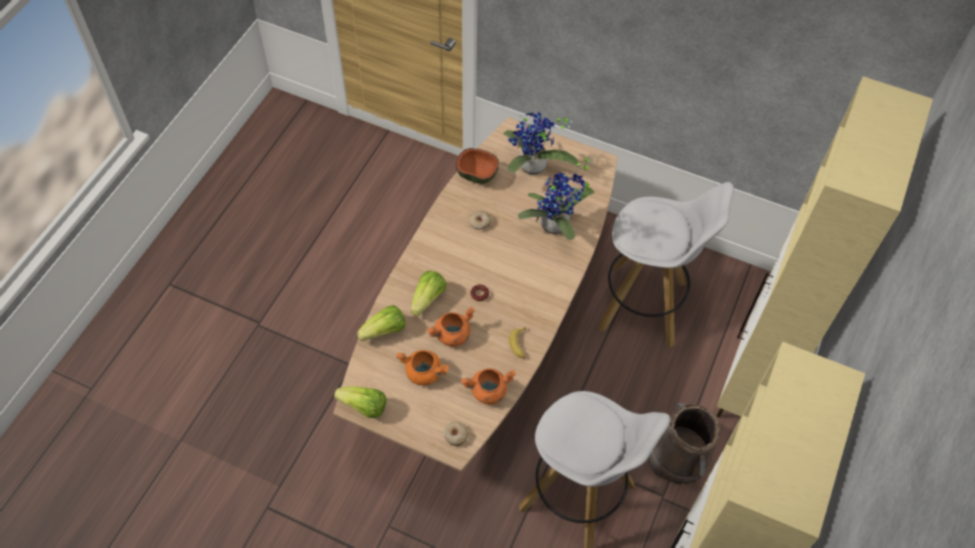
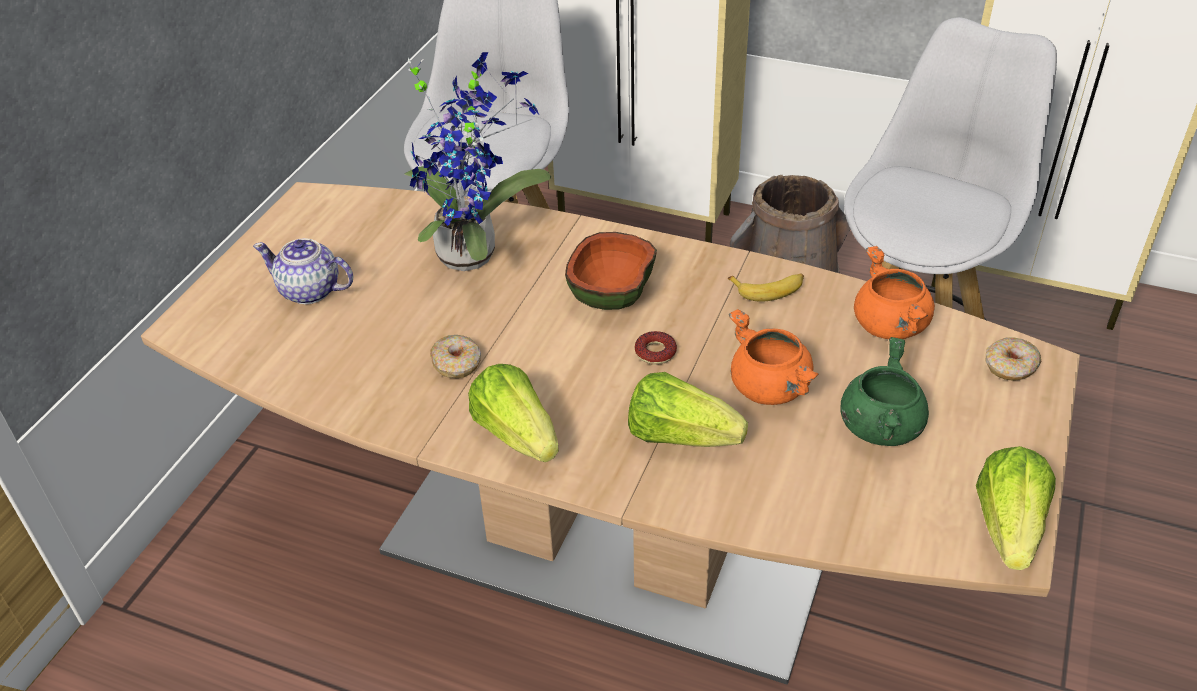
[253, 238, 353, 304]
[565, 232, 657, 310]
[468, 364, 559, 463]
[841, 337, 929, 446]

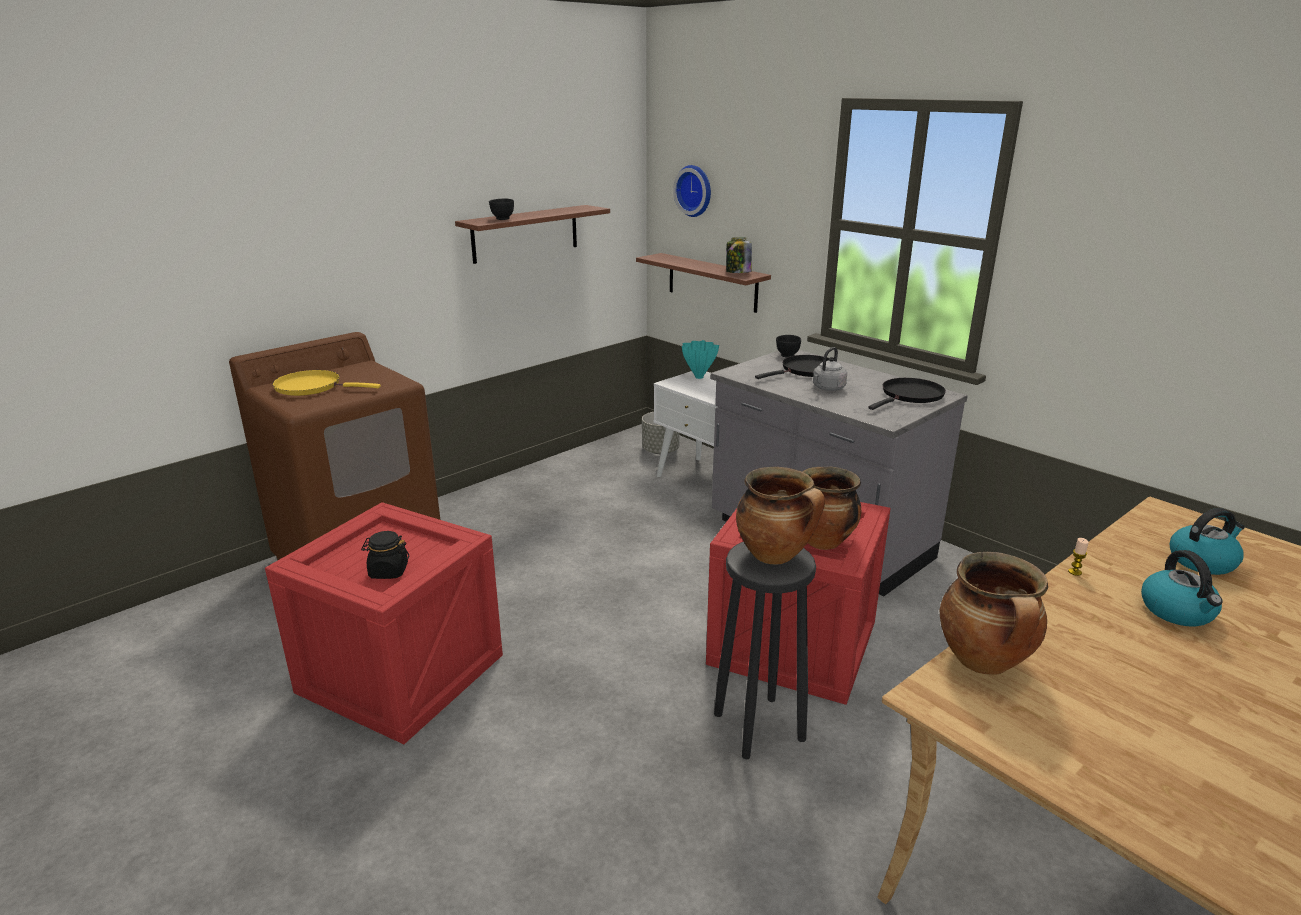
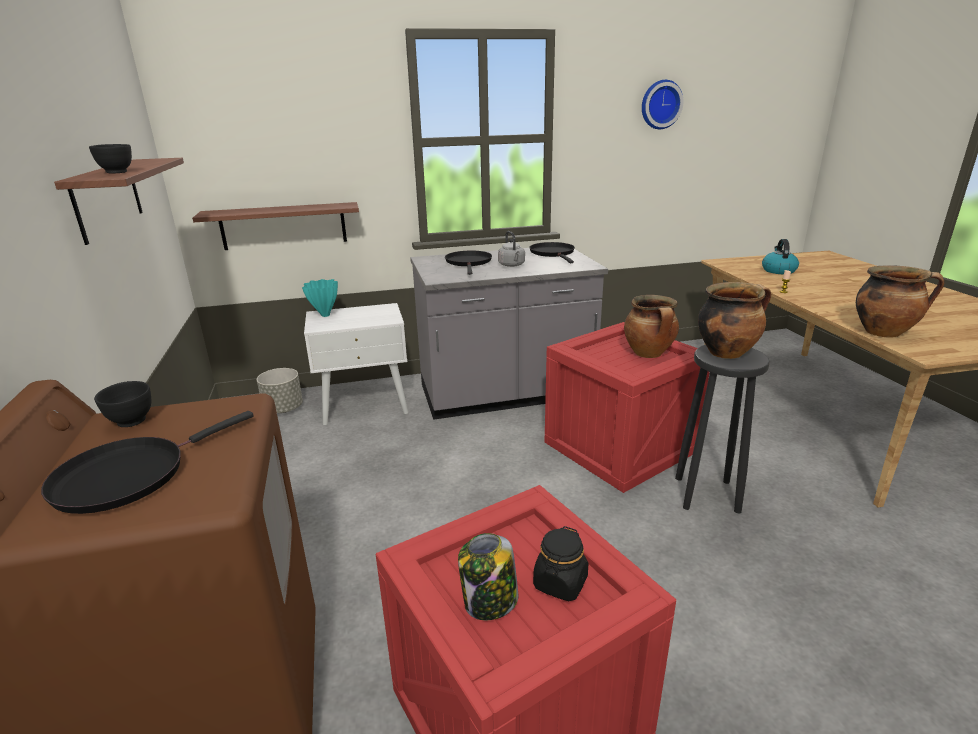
[642, 80, 684, 129]
[458, 533, 518, 620]
[94, 381, 152, 427]
[41, 411, 254, 514]
[1141, 550, 1223, 627] (first image)

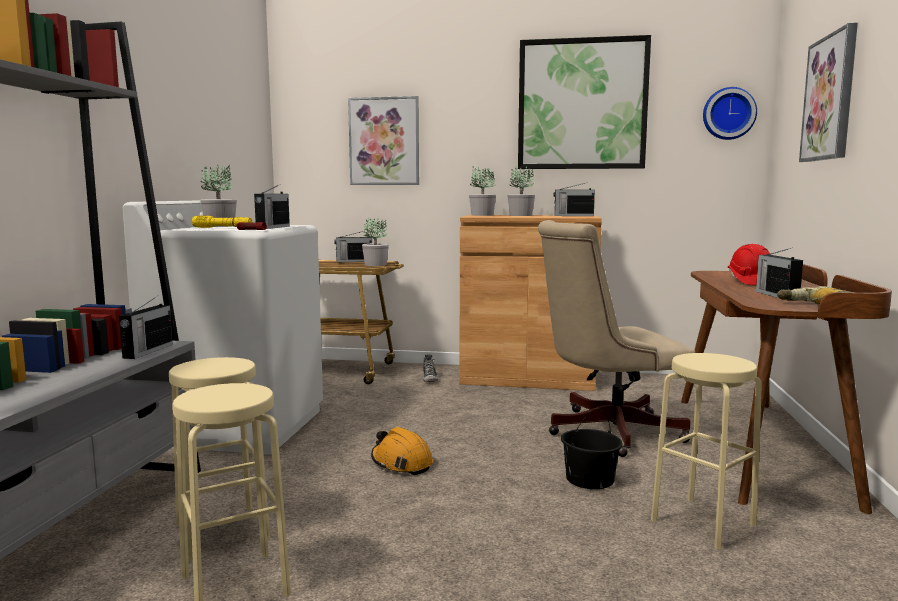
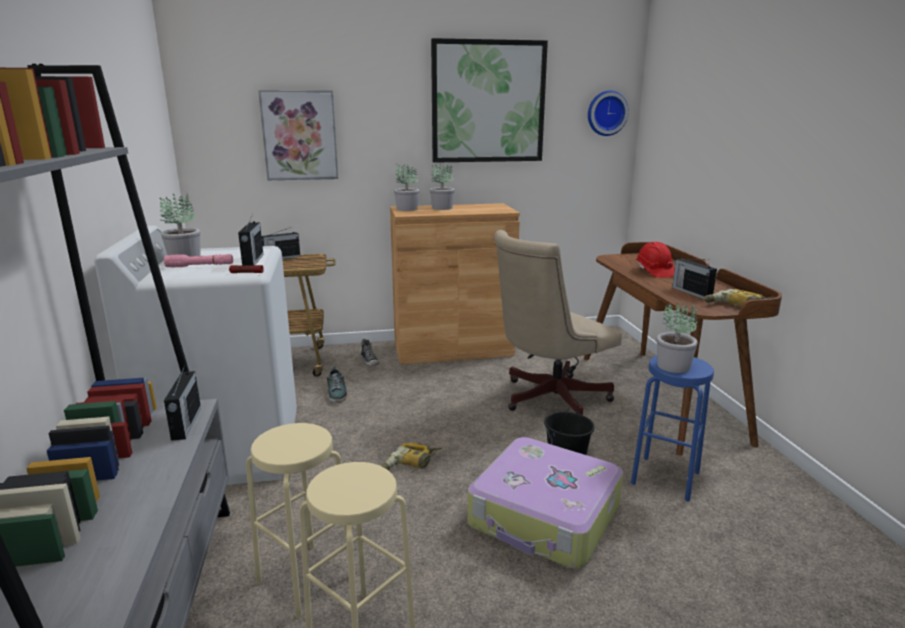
[799, 23, 858, 162] (first image)
[554, 183, 595, 216] (first image)
[164, 254, 233, 268]
[657, 302, 698, 373]
[631, 356, 714, 501]
[381, 443, 442, 473]
[327, 367, 347, 403]
[468, 437, 623, 569]

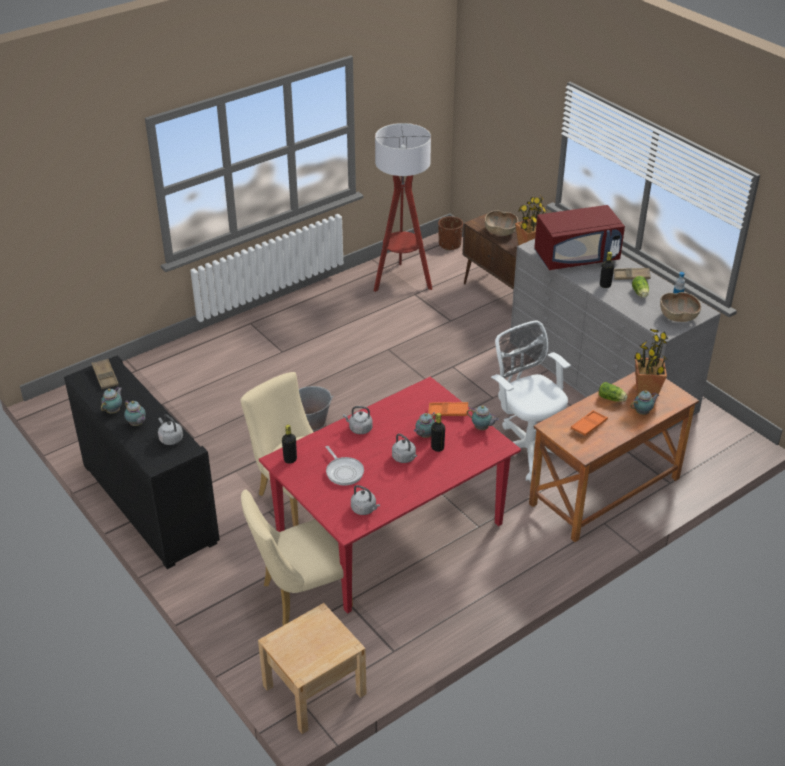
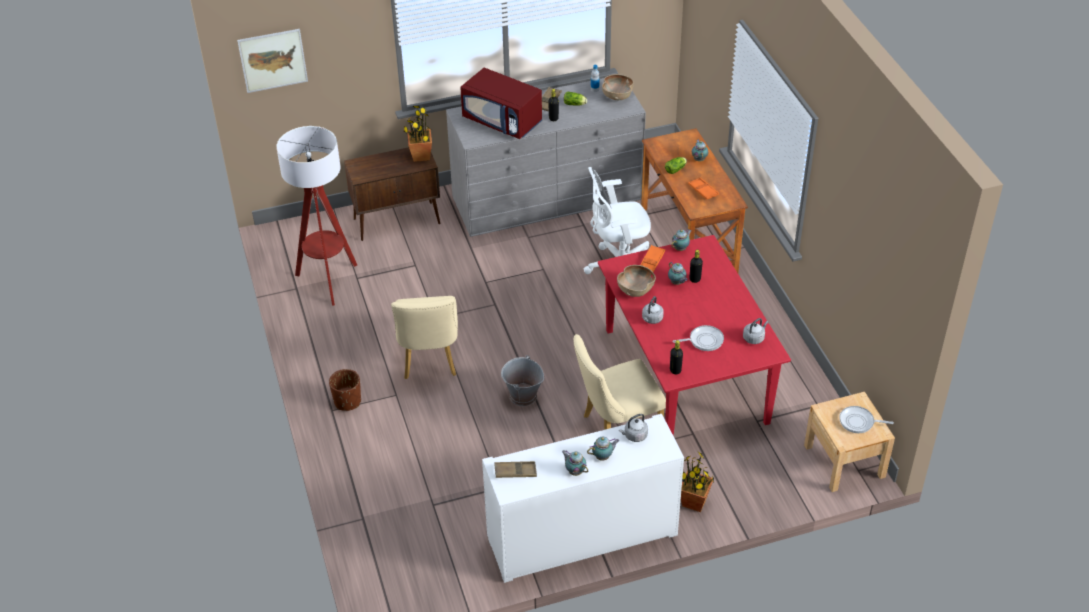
[460, 68, 543, 139]
[617, 265, 656, 297]
[329, 369, 361, 411]
[681, 452, 714, 512]
[482, 414, 684, 583]
[392, 433, 417, 463] (first image)
[391, 296, 458, 379]
[237, 29, 308, 93]
[839, 406, 894, 433]

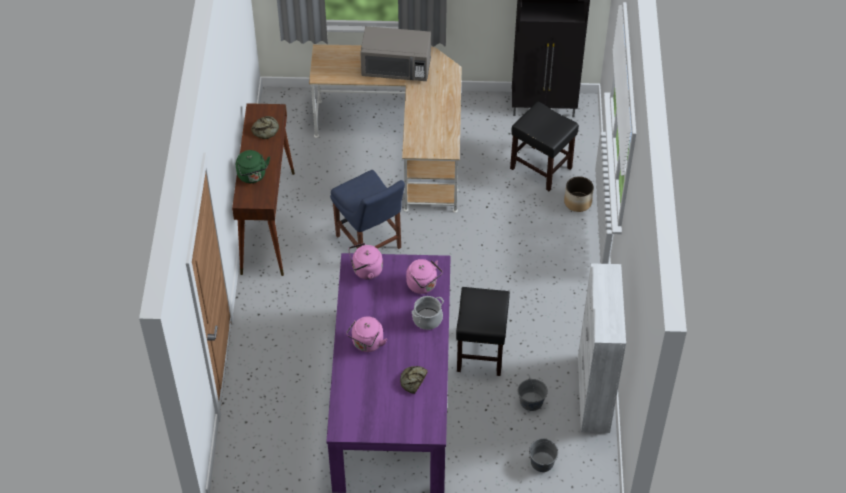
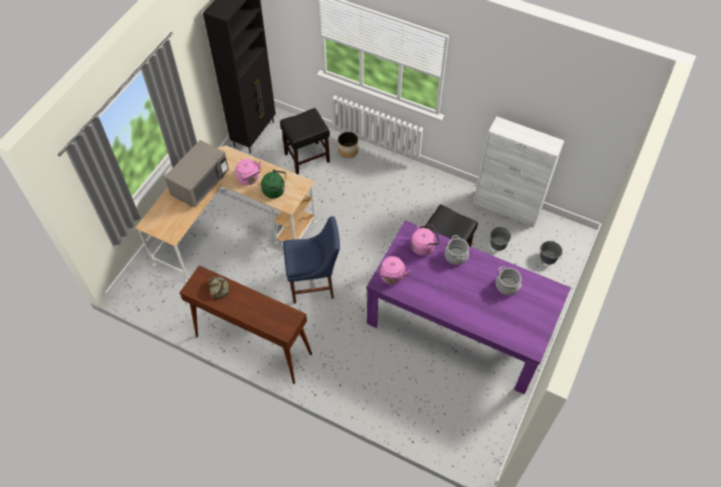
[261, 169, 286, 198]
[235, 159, 261, 185]
[496, 266, 522, 295]

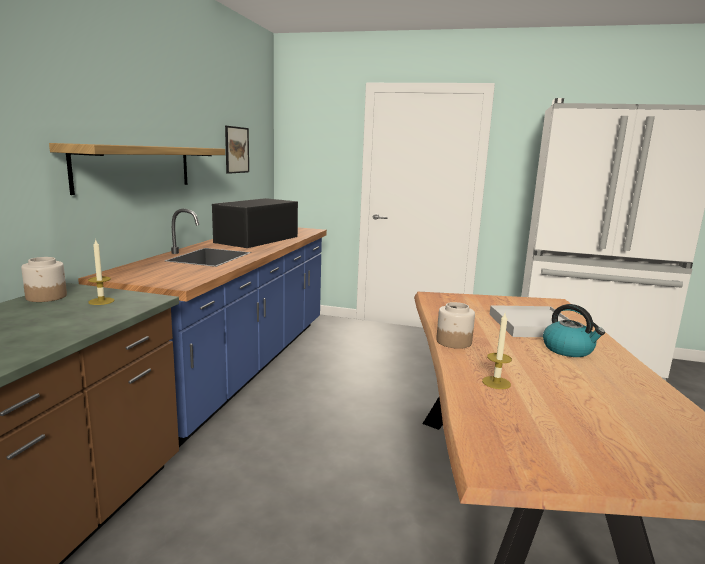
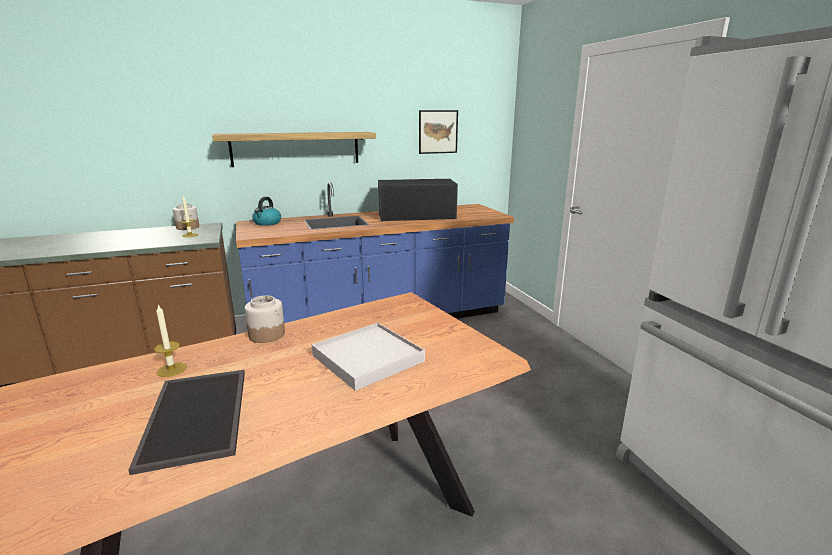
[252, 197, 281, 226]
[128, 370, 245, 475]

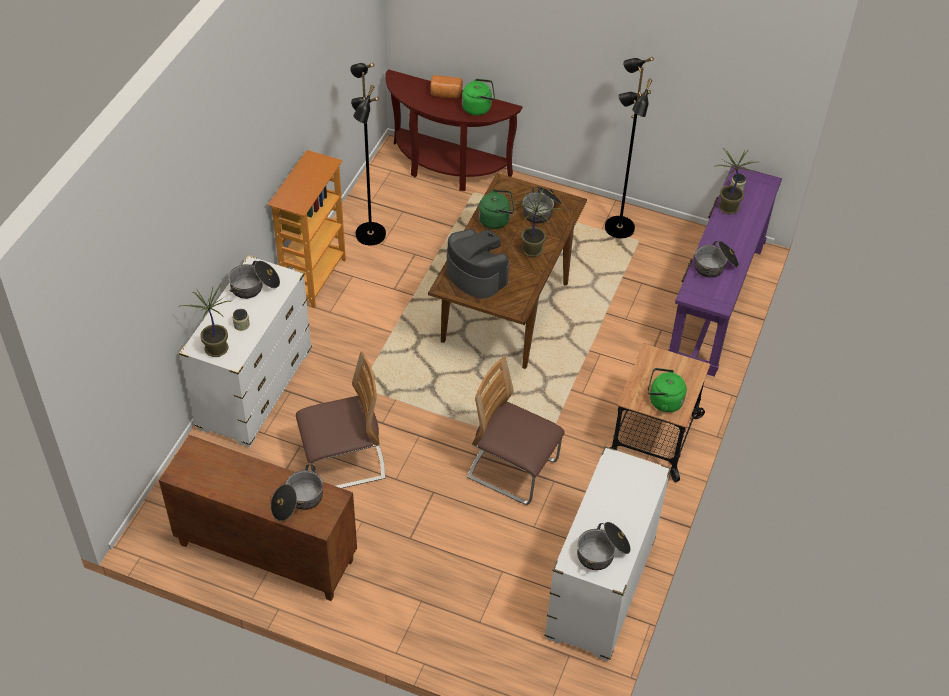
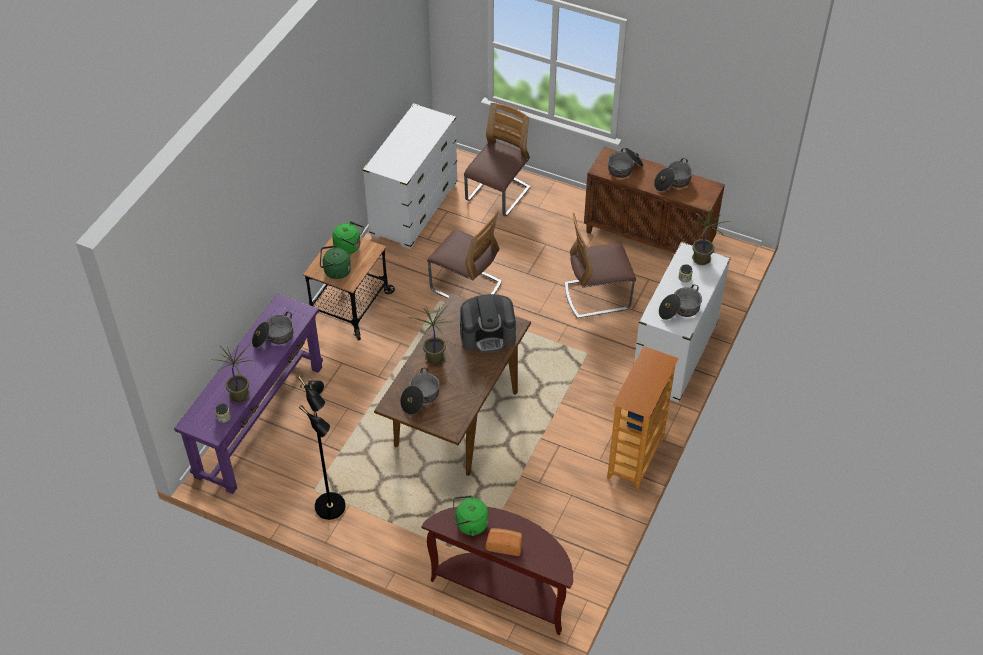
[350, 63, 386, 246] (first image)
[320, 245, 351, 279]
[460, 294, 516, 353]
[654, 158, 693, 192]
[464, 103, 531, 216]

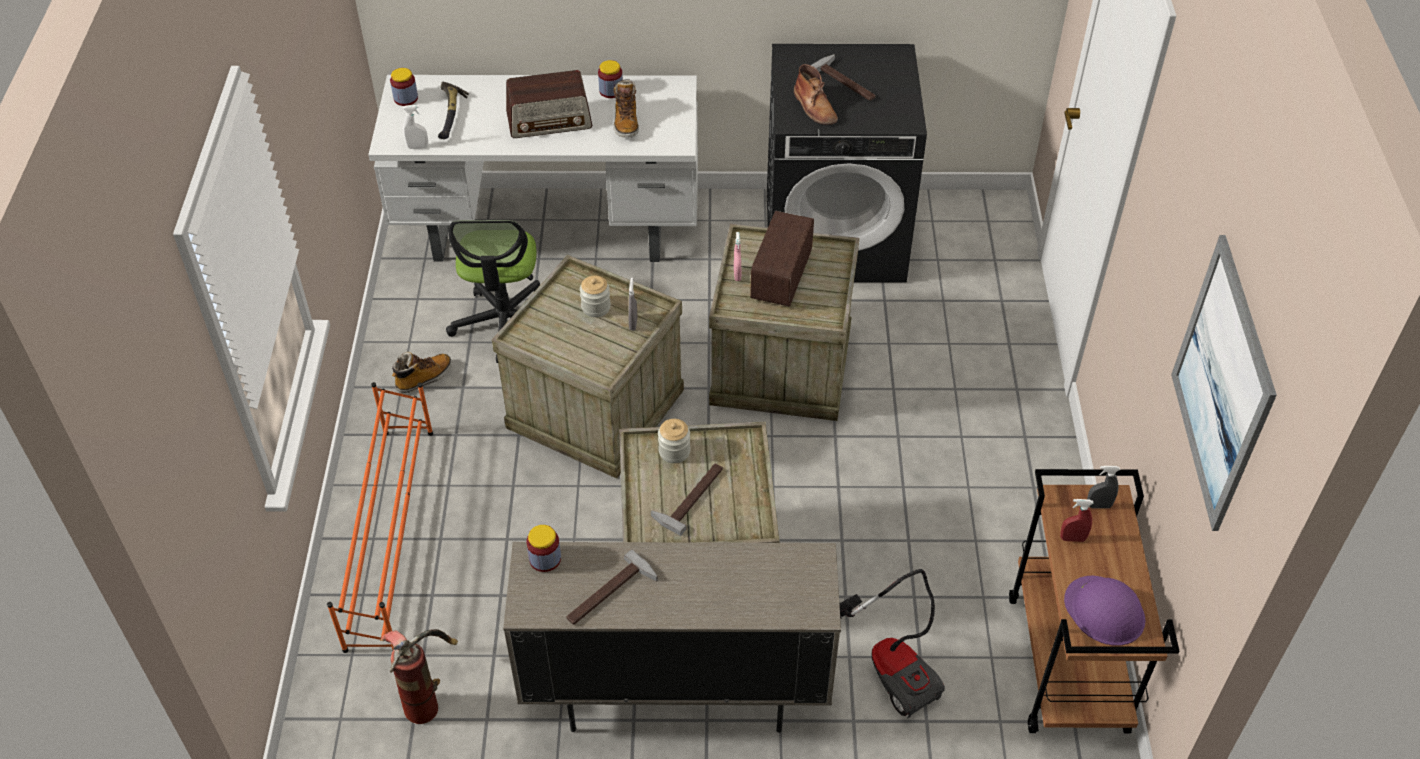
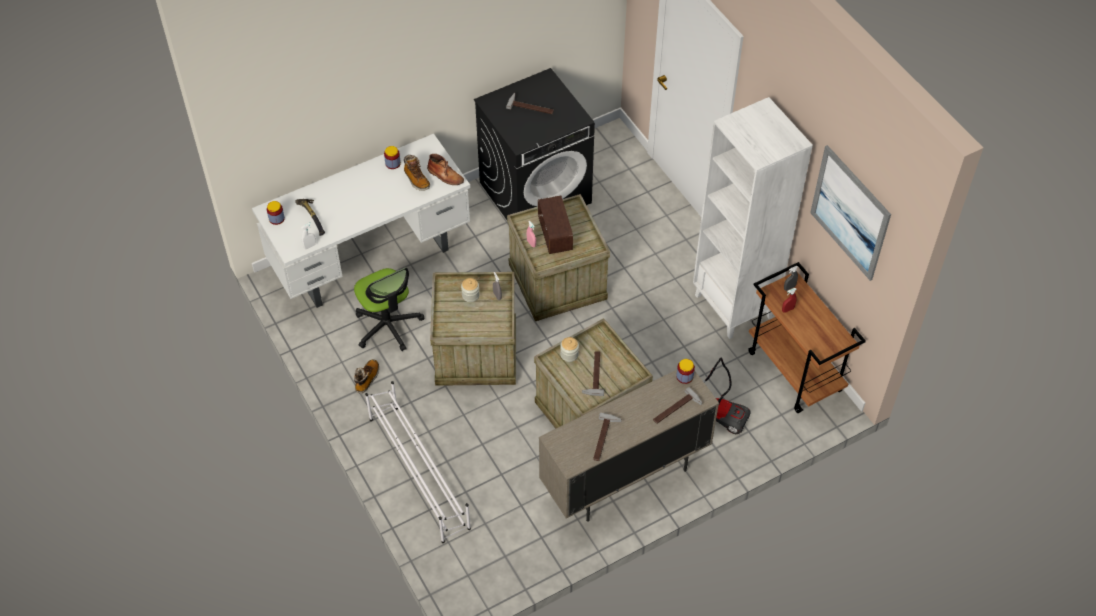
[427, 154, 464, 185]
[506, 70, 592, 138] (first image)
[365, 381, 471, 543]
[676, 359, 695, 384]
[1064, 576, 1145, 645] (first image)
[380, 629, 458, 724] (first image)
[693, 97, 813, 339]
[653, 387, 702, 424]

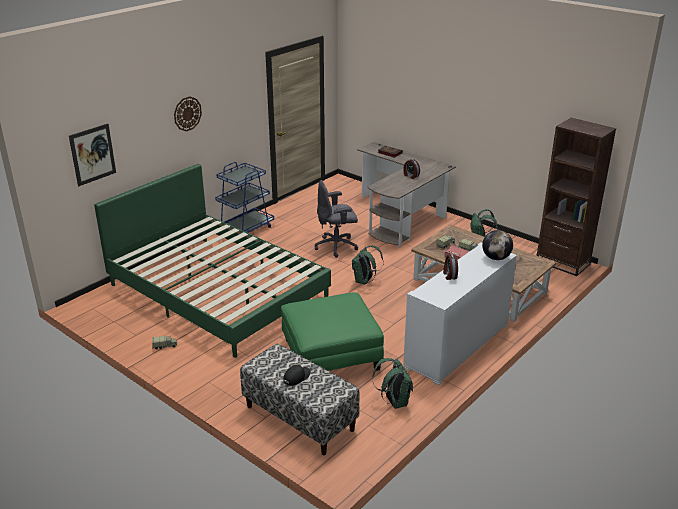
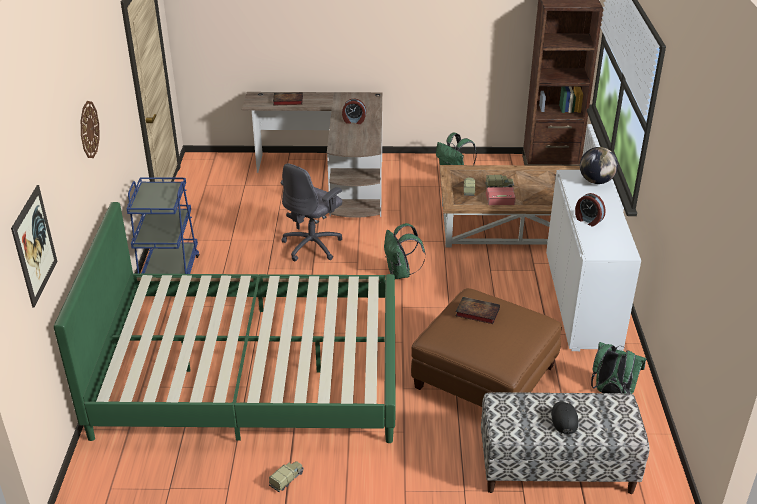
[411, 288, 562, 407]
[456, 297, 500, 324]

